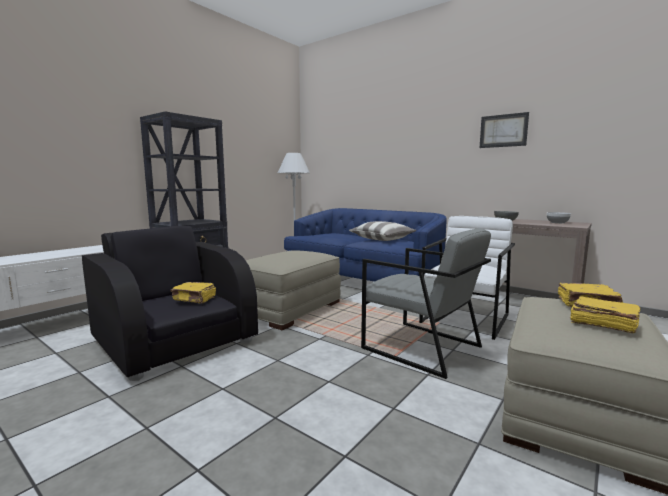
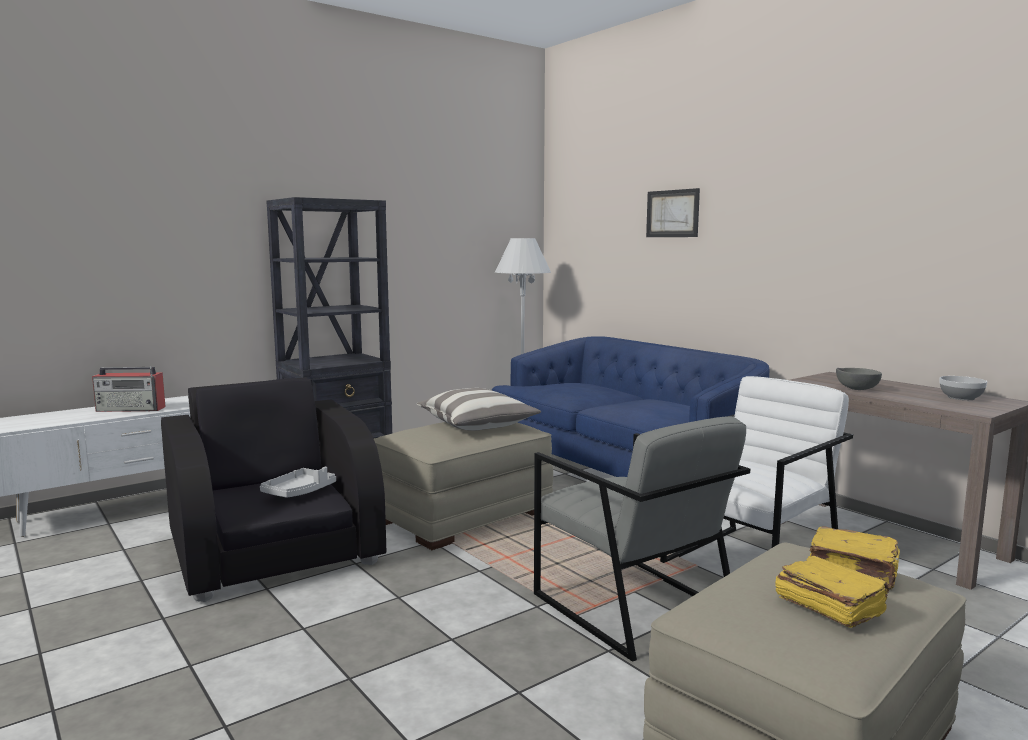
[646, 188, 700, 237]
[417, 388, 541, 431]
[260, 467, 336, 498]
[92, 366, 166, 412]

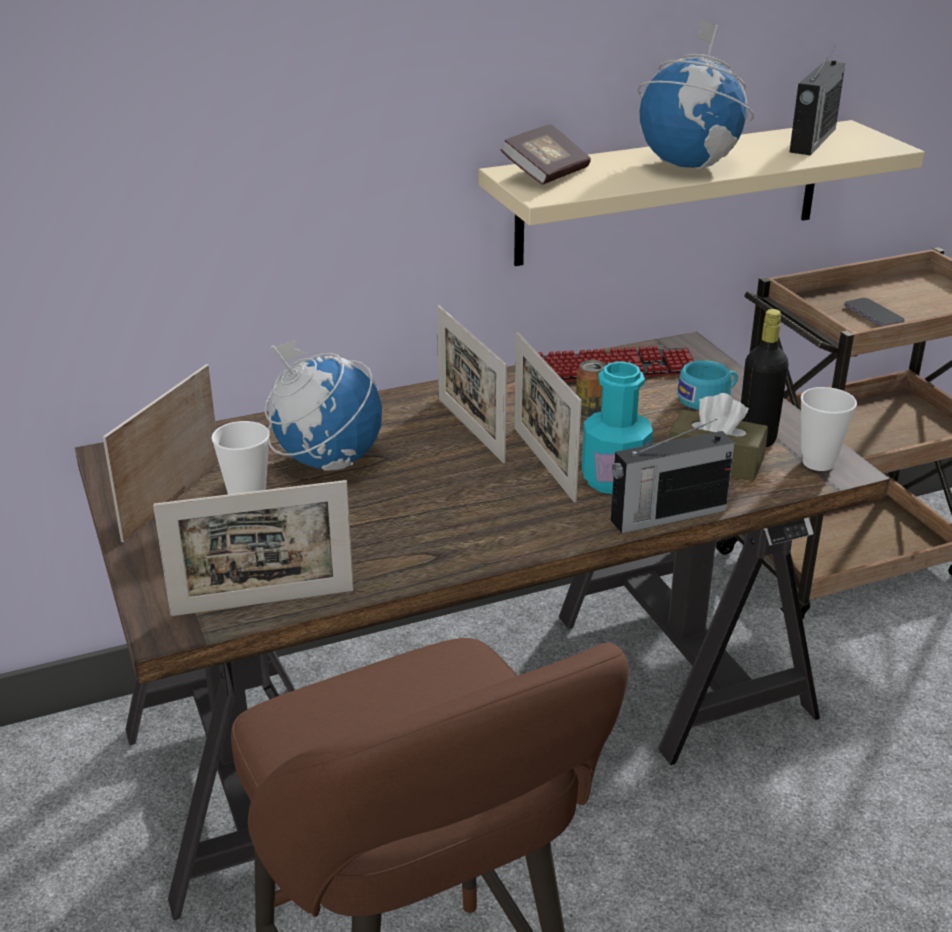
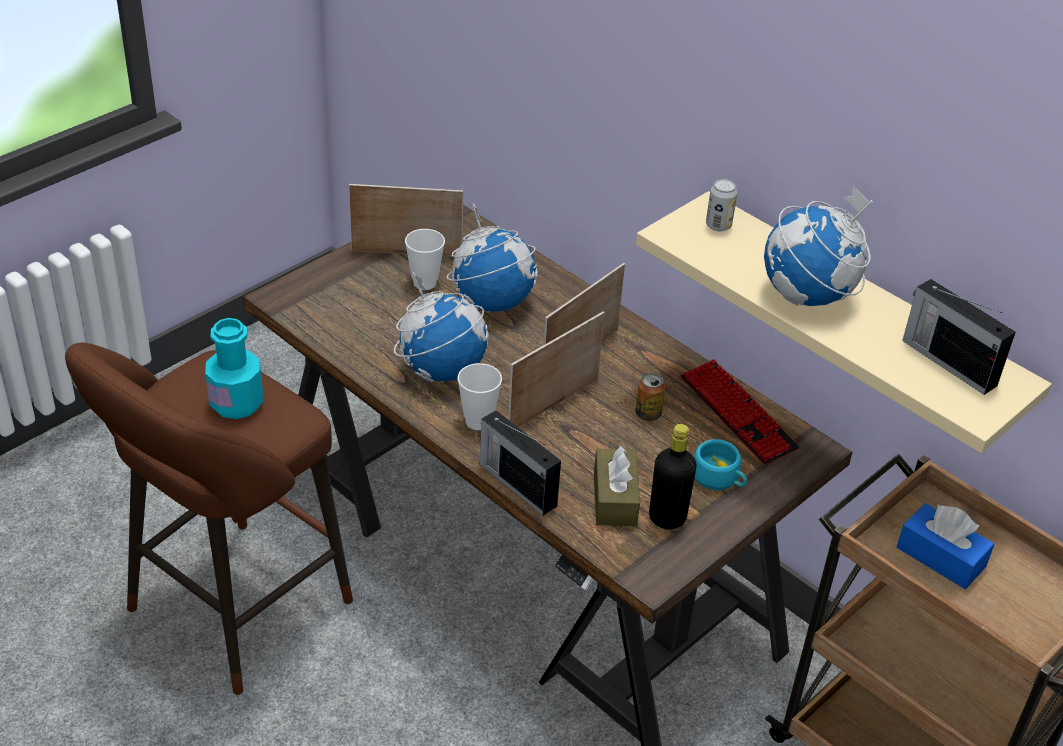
[902, 279, 1016, 395]
[706, 179, 737, 231]
[897, 503, 995, 589]
[205, 318, 263, 419]
[458, 363, 502, 430]
[153, 480, 354, 616] (first image)
[394, 272, 489, 383]

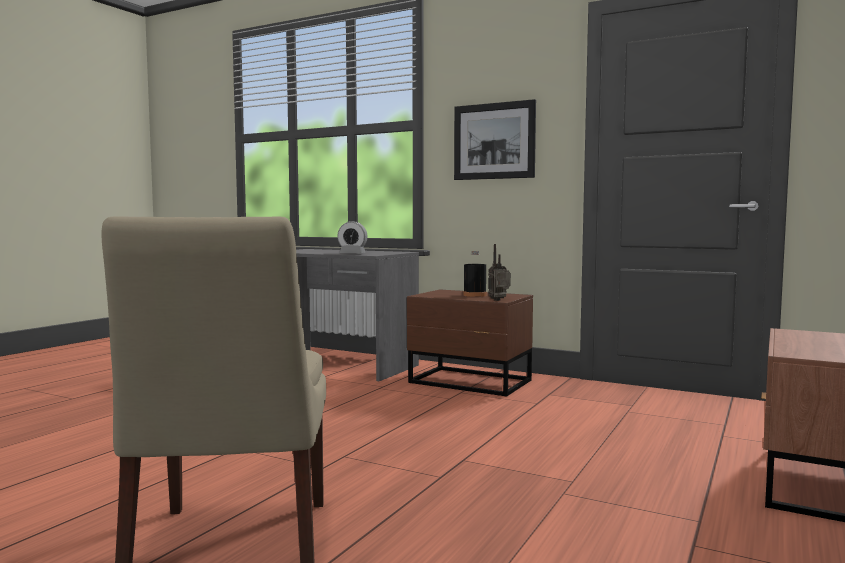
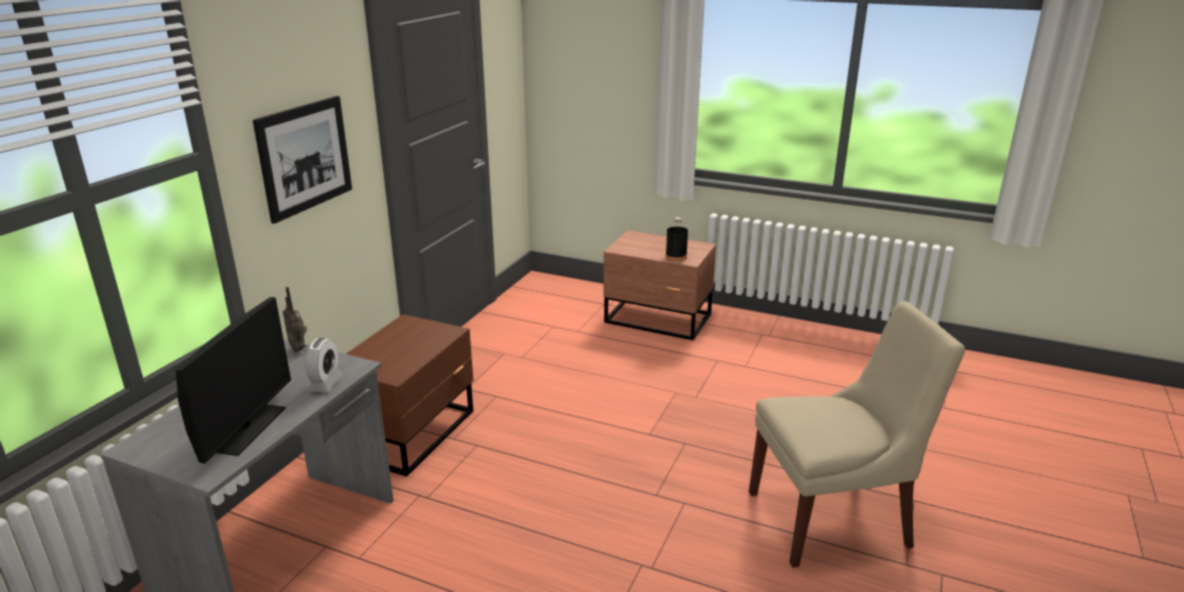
[283, 287, 307, 352]
[665, 217, 688, 262]
[176, 297, 291, 463]

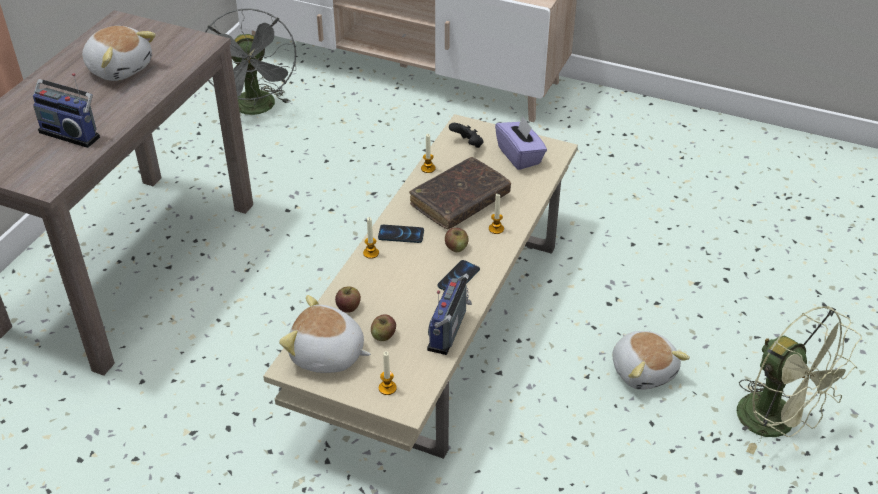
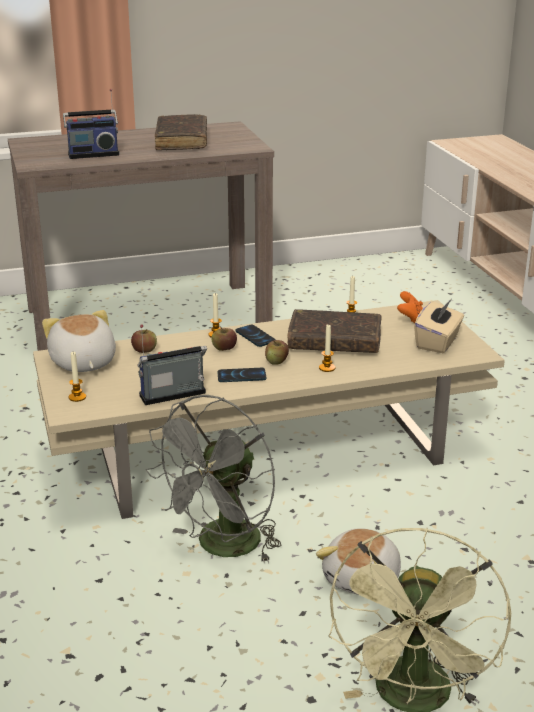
[146, 395, 282, 564]
[155, 114, 207, 150]
[63, 89, 119, 159]
[414, 300, 464, 353]
[397, 291, 423, 324]
[212, 326, 237, 351]

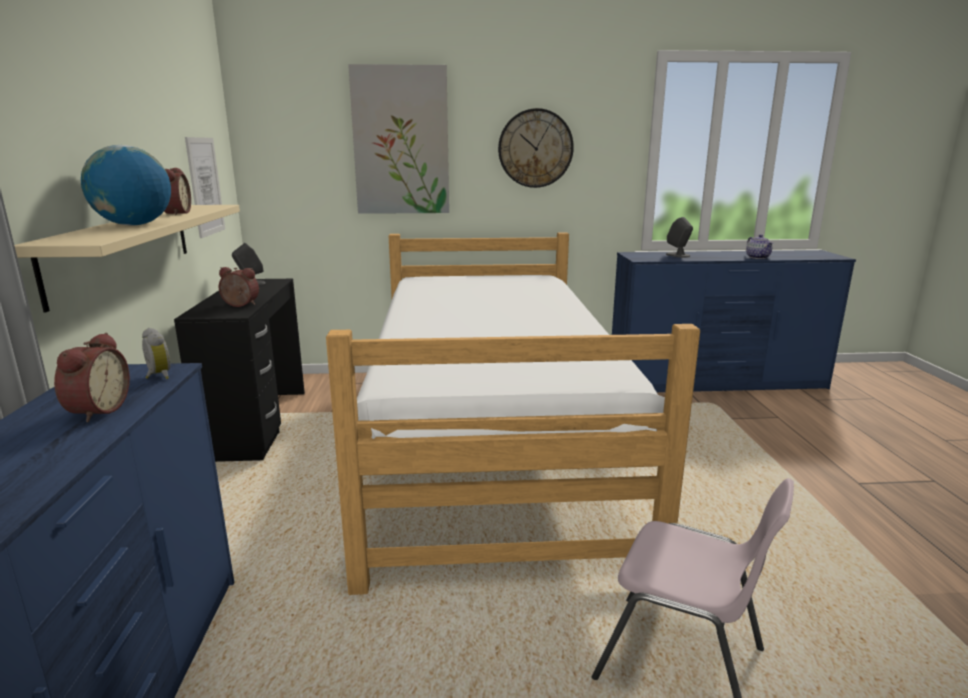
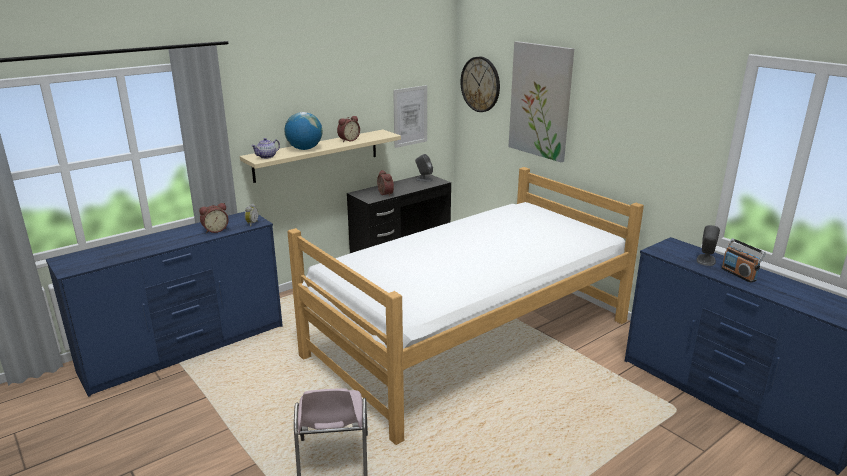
[460, 57, 500, 112]
[251, 138, 280, 159]
[721, 238, 766, 283]

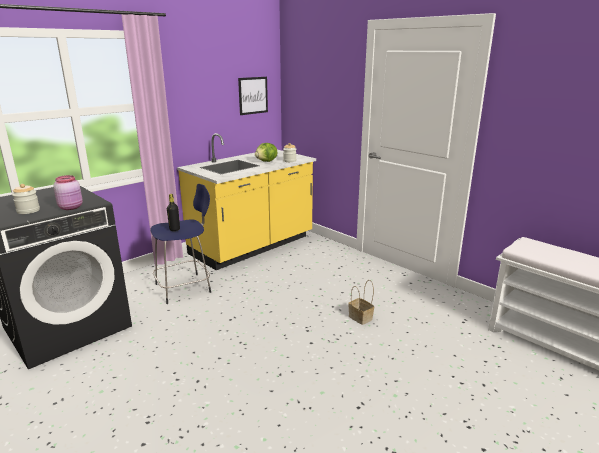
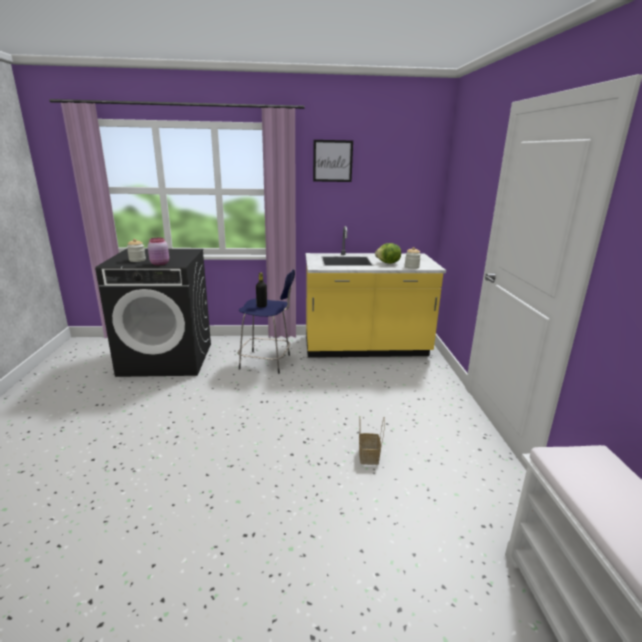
[313, 140, 353, 182]

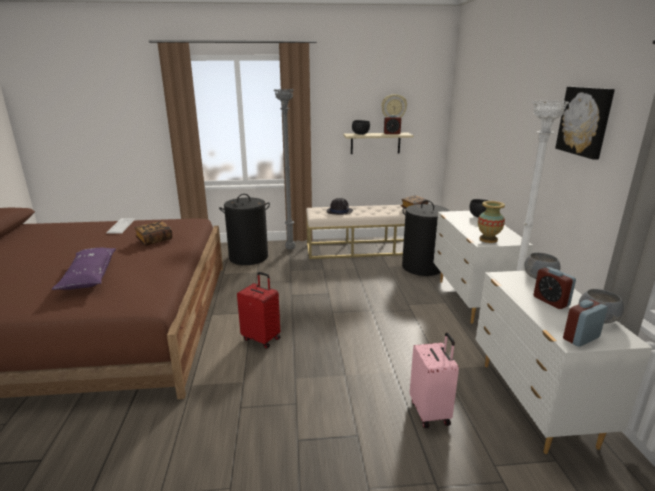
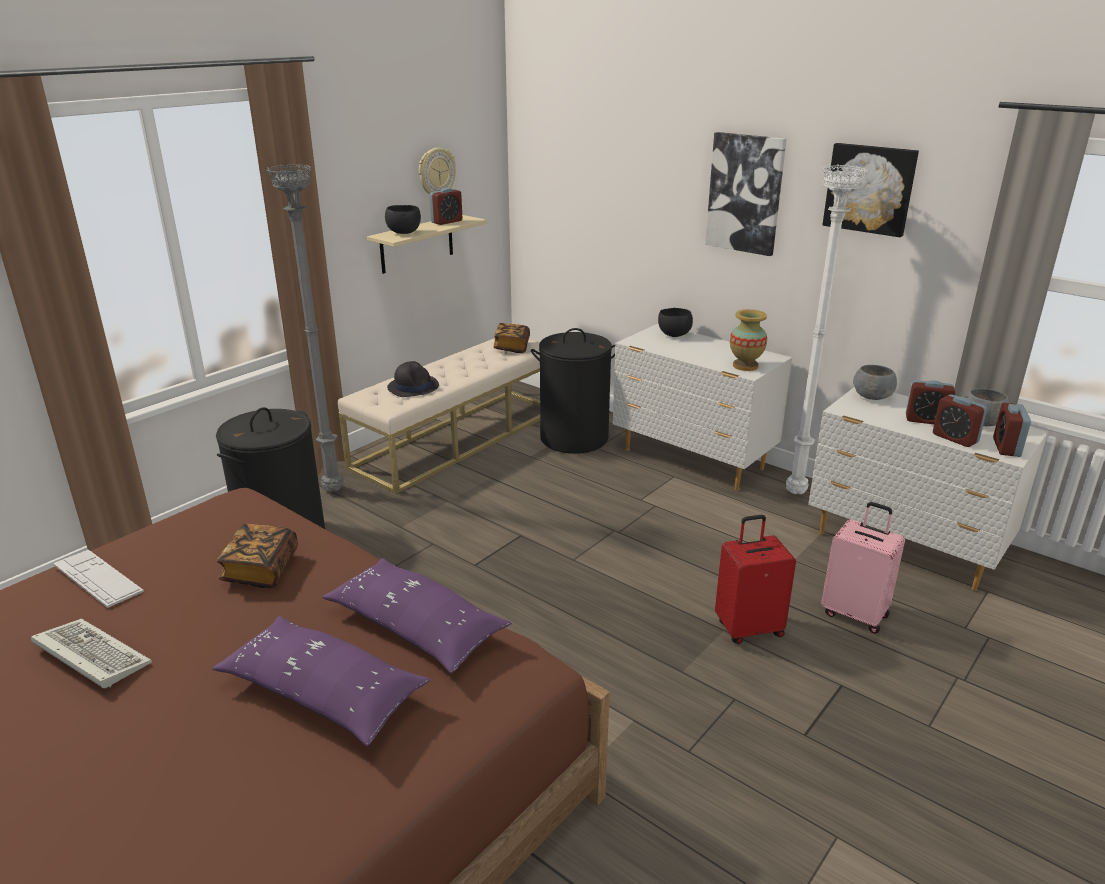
[715, 515, 796, 644]
[705, 132, 787, 256]
[933, 394, 987, 447]
[322, 558, 512, 673]
[31, 619, 152, 688]

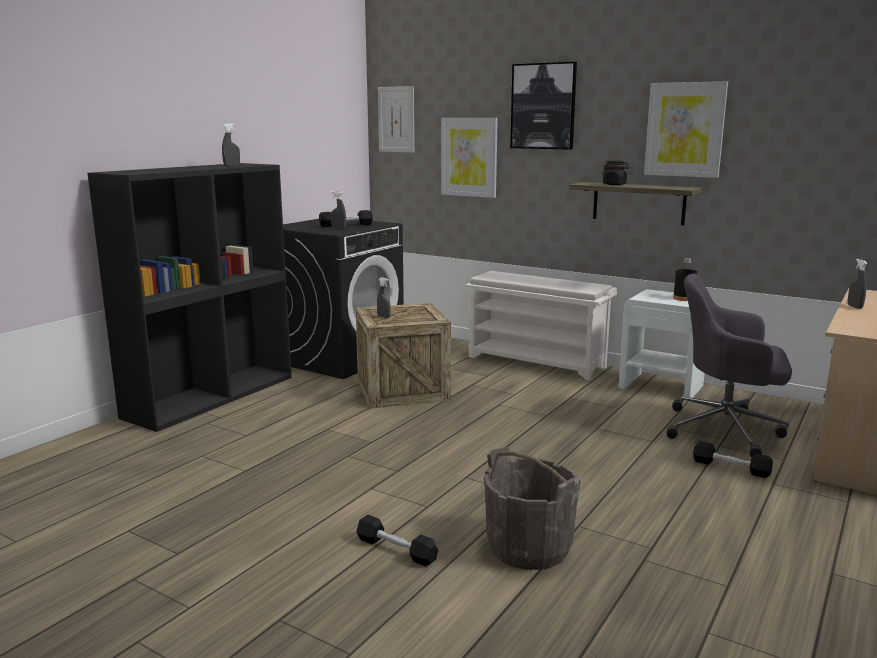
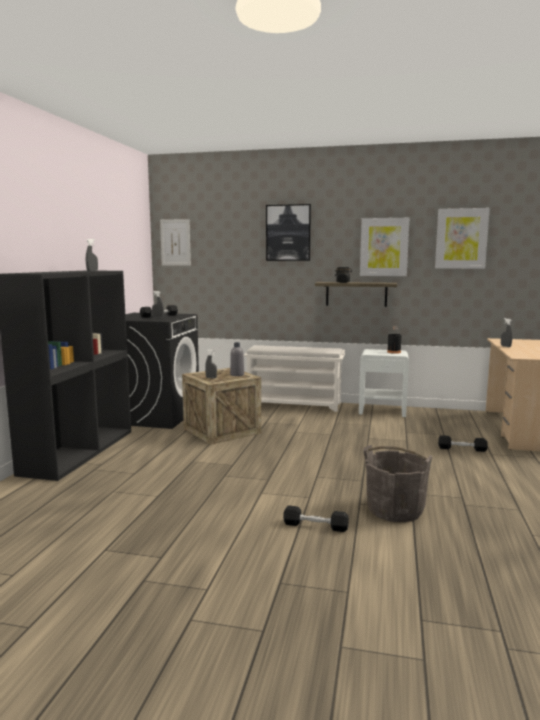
[435, 208, 490, 269]
[667, 274, 792, 457] (first image)
[230, 342, 244, 376]

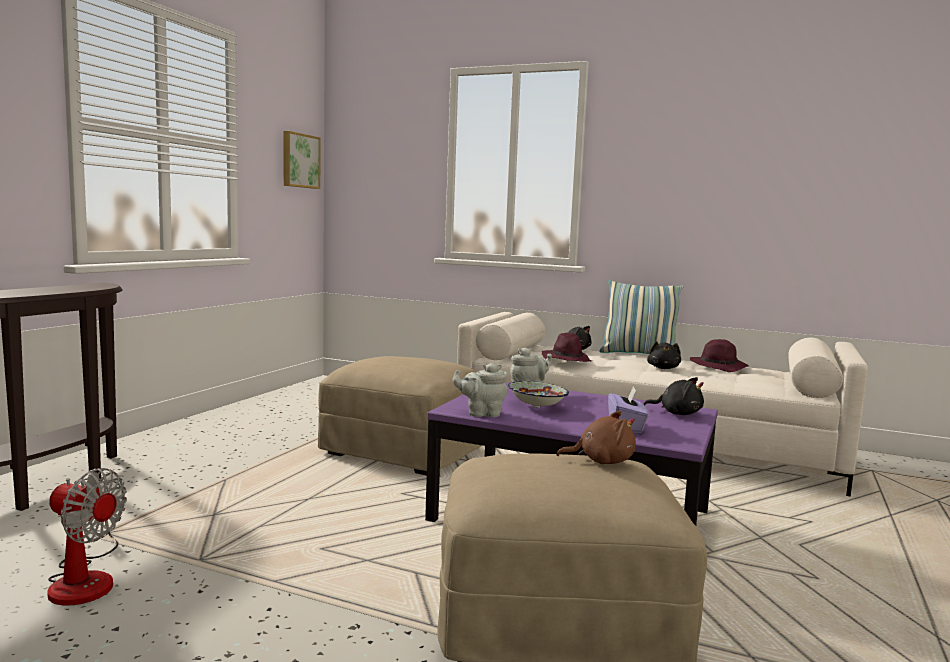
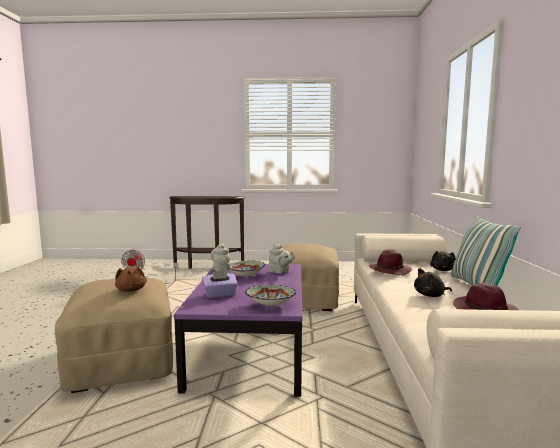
[283, 131, 321, 189] (first image)
[245, 285, 296, 306]

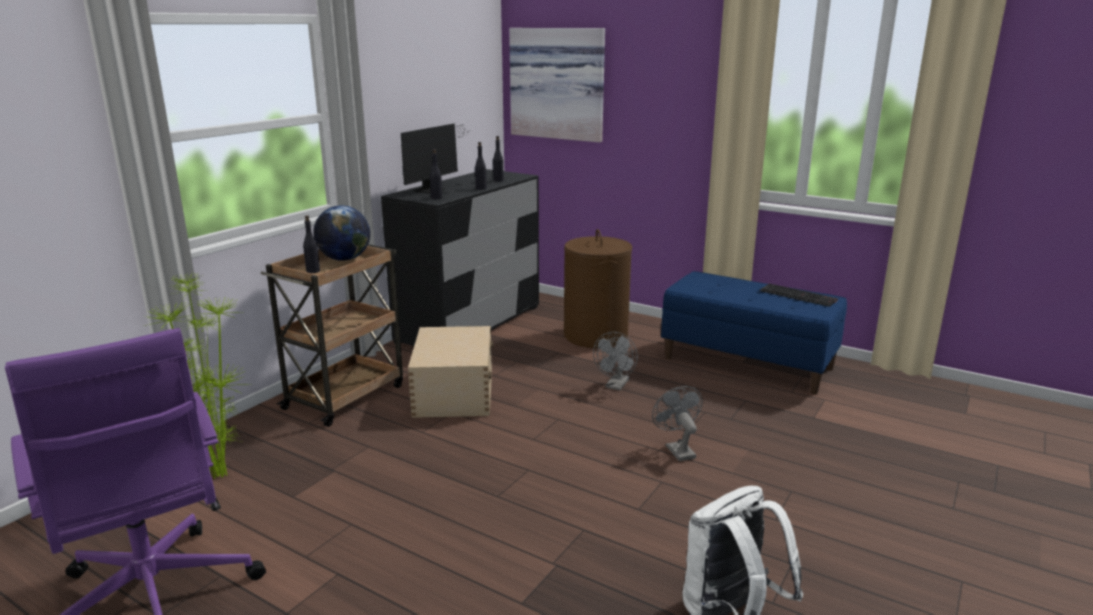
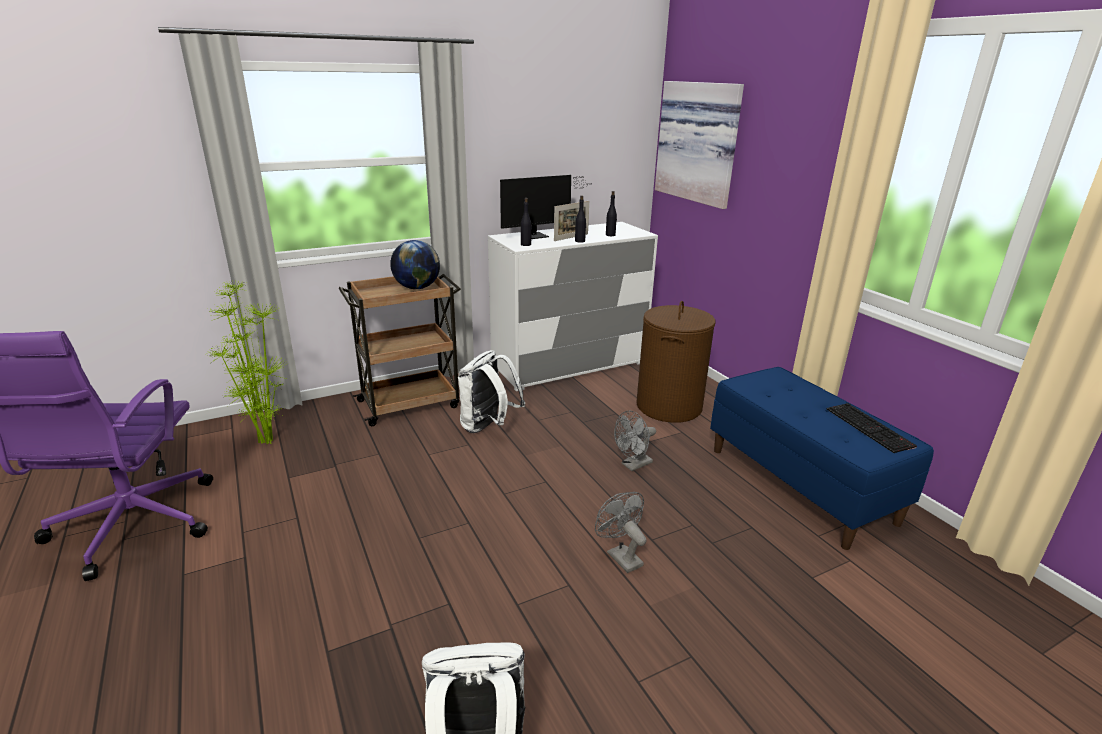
[488, 222, 658, 391]
[303, 215, 320, 273] (first image)
[458, 350, 525, 433]
[595, 492, 646, 573]
[554, 201, 589, 241]

